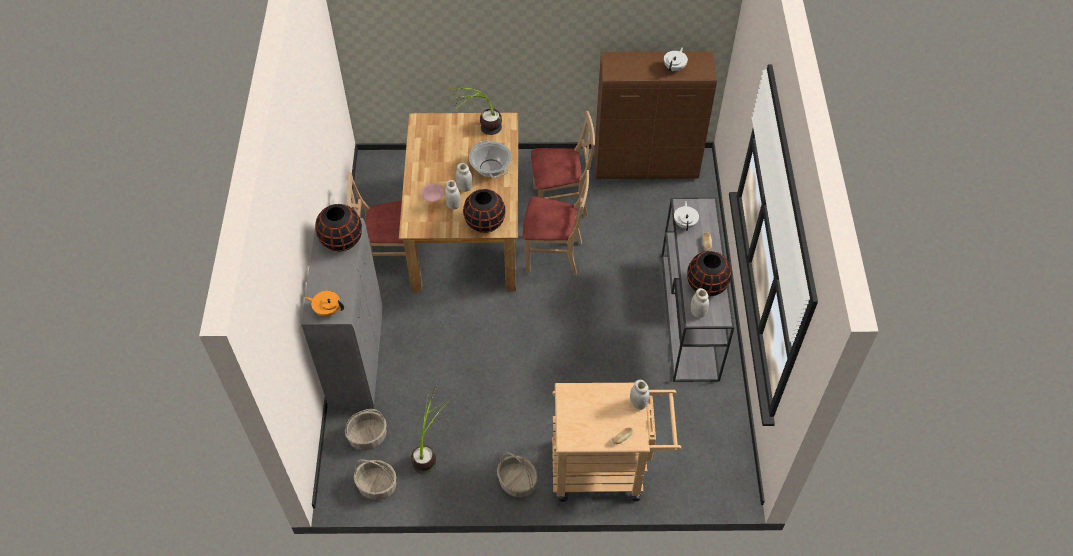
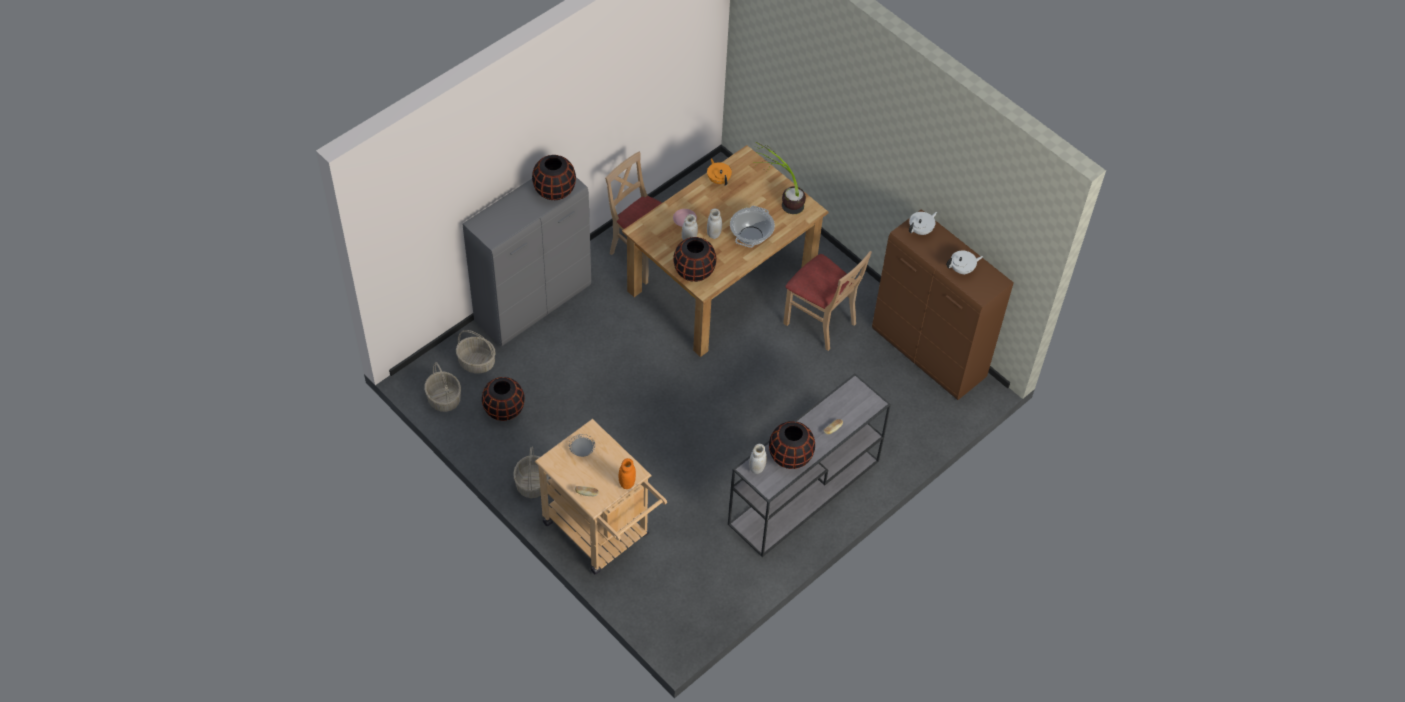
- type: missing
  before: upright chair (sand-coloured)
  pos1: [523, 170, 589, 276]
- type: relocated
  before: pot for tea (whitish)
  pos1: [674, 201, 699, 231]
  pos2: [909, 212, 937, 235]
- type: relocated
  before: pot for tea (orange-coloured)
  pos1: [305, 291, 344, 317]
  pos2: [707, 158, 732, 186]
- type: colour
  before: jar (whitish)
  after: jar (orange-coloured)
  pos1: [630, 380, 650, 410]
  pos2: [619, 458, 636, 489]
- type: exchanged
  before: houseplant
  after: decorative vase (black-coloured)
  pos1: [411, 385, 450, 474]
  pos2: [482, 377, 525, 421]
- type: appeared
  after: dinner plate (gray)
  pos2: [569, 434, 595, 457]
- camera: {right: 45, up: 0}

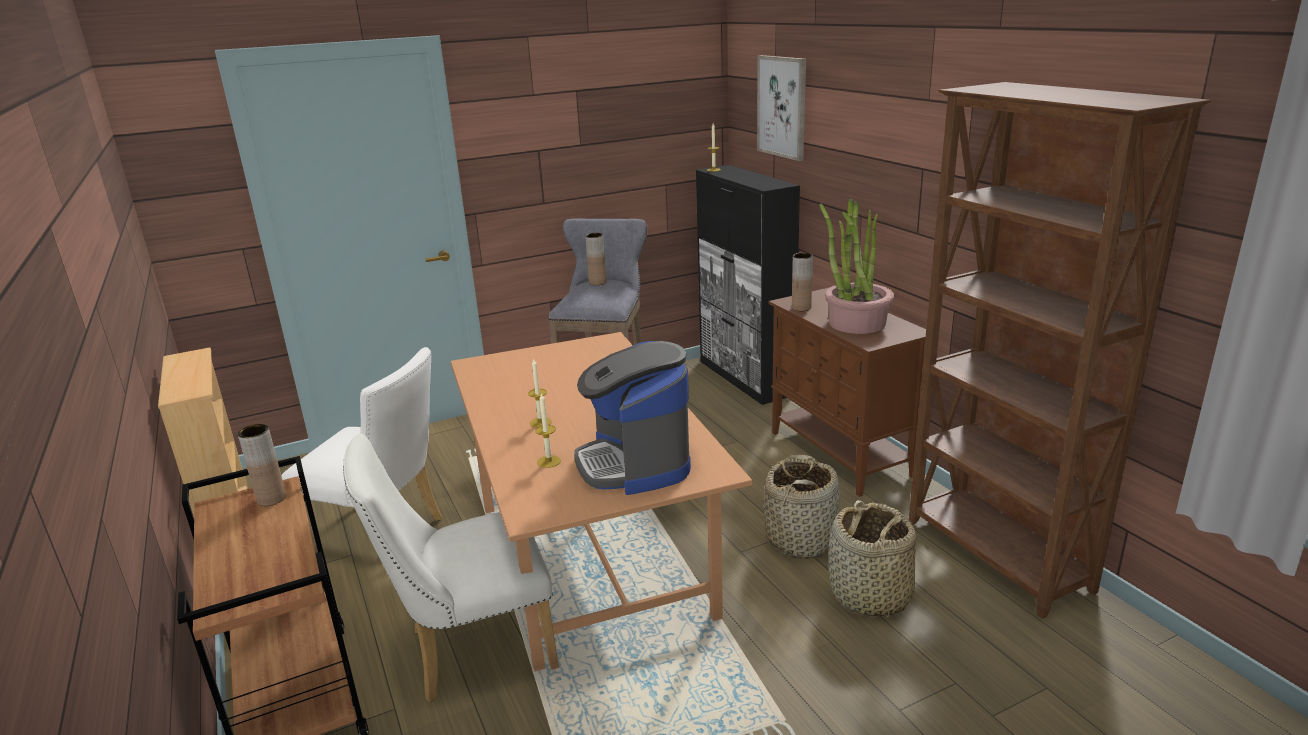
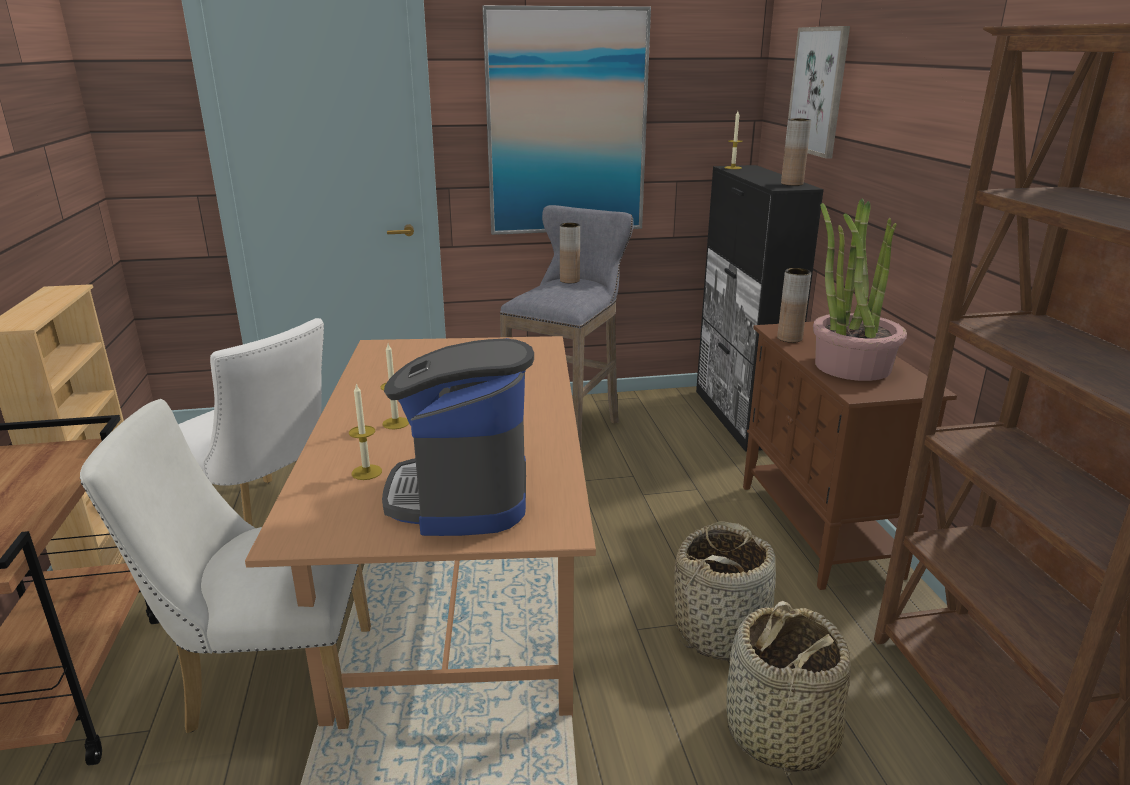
- type: relocated
  before: decorative vase (brownish)
  pos1: [238, 424, 286, 506]
  pos2: [781, 118, 811, 186]
- type: appeared
  after: wall art
  pos2: [482, 5, 651, 235]
- camera: {right: 15, up: 0}

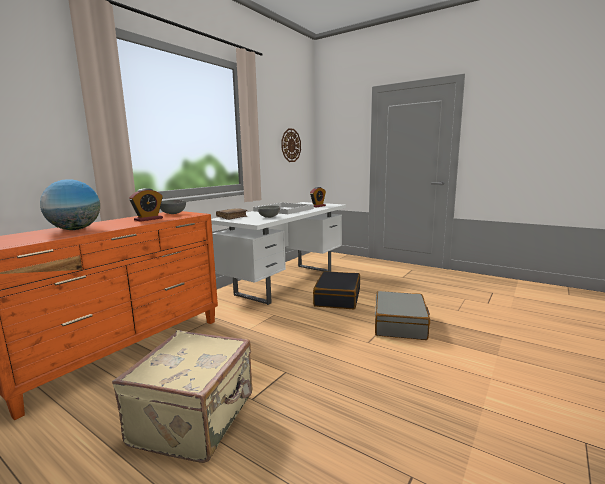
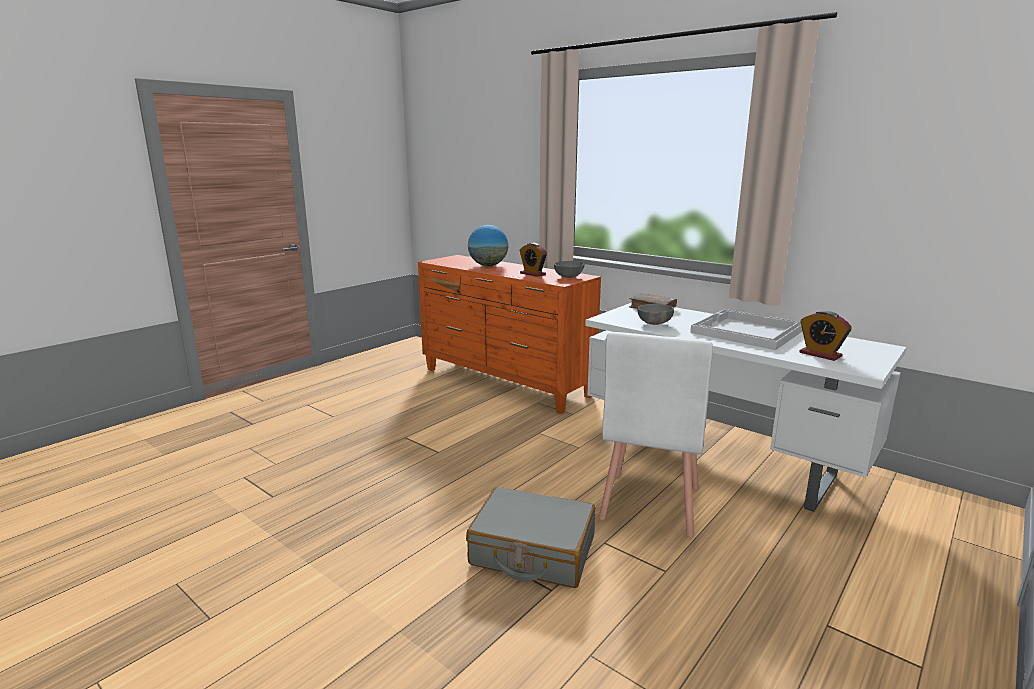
- type: missing
  before: wall clock
  pos1: [281, 128, 301, 162]
- type: exchanged
  before: suitcase (black-coloured)
  after: upright chair (whitish)
  pos1: [313, 271, 360, 309]
  pos2: [599, 332, 713, 537]
- type: missing
  before: suitcase (sand-coloured)
  pos1: [112, 330, 252, 463]
- camera: {right: 95, up: 5}

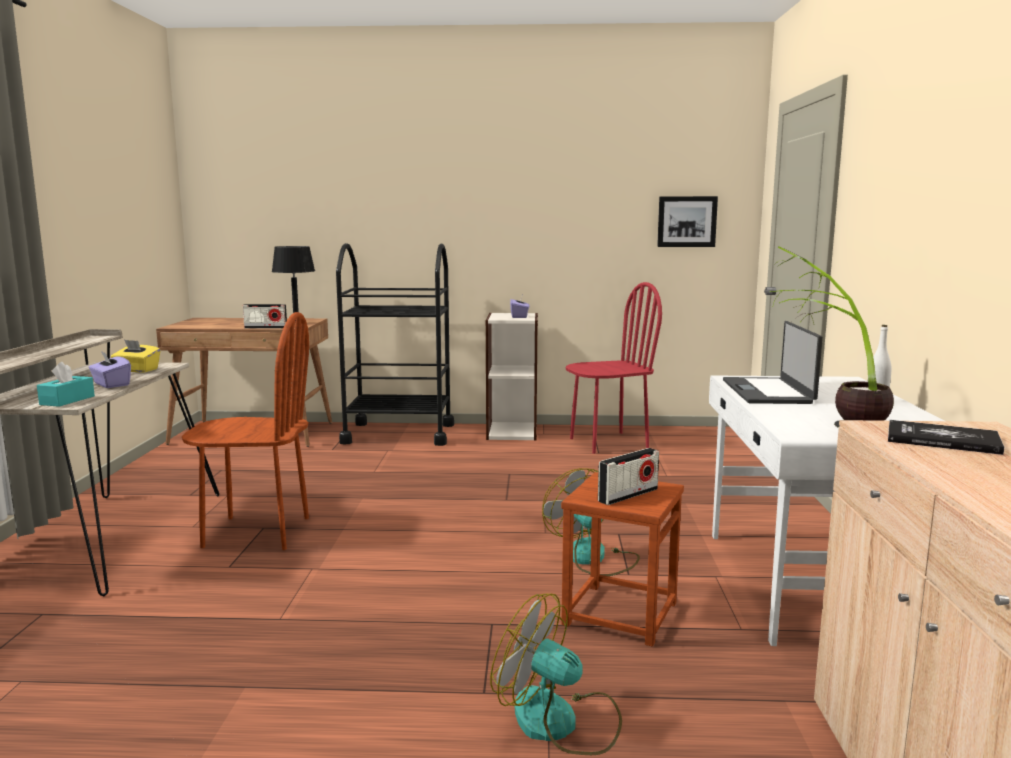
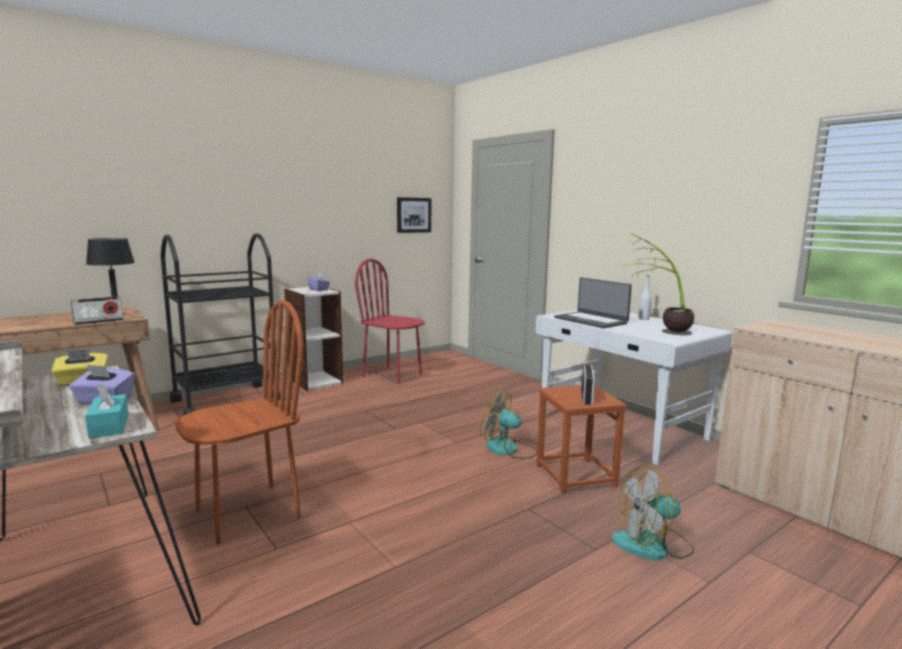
- type: spun
  before: upright chair (red-coloured)
  pos1: [566, 282, 662, 454]
  pos2: [355, 258, 425, 384]
  turn: -90
- type: missing
  before: bound book
  pos1: [888, 420, 1004, 455]
- camera: {right: -40, up: 0}

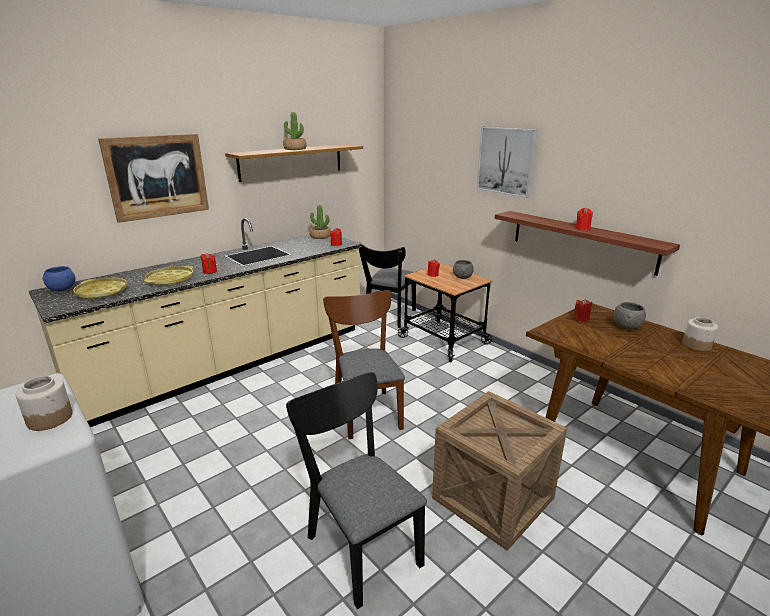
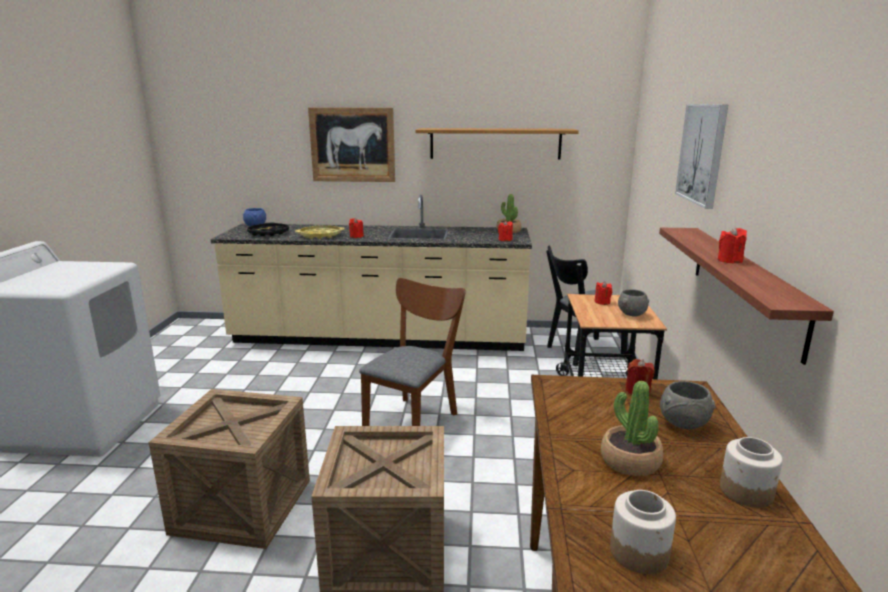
- type: relocated
  before: houseplant
  pos1: [283, 112, 307, 150]
  pos2: [601, 381, 663, 476]
- type: colour
  before: carrying tray (yellow-coloured)
  after: carrying tray (black-coloured)
  pos1: [73, 278, 128, 300]
  pos2: [247, 223, 289, 236]
- type: exchanged
  before: upright chair (black-coloured)
  after: crate
  pos1: [286, 372, 427, 609]
  pos2: [149, 389, 310, 549]
- type: relocated
  before: jar
  pos1: [15, 376, 73, 431]
  pos2: [610, 490, 676, 574]
- camera: {right: 45, up: -5}

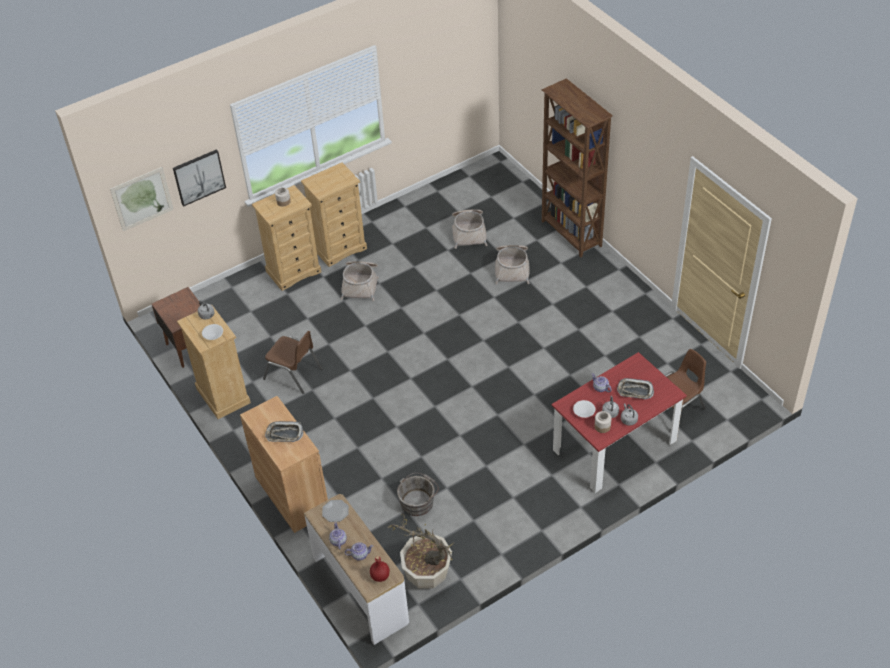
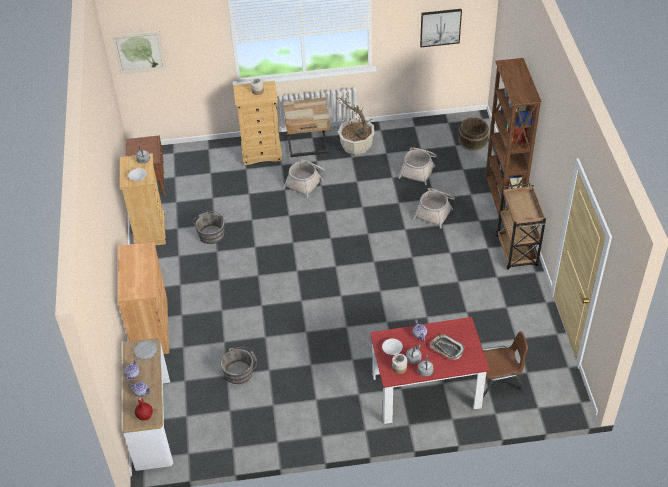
- type: relocated
  before: wall art
  pos1: [173, 149, 226, 207]
  pos2: [420, 9, 462, 47]
- type: exchanged
  before: dresser (sand-coloured)
  after: nightstand (sand-coloured)
  pos1: [301, 162, 367, 267]
  pos2: [283, 97, 330, 158]
- type: exchanged
  before: upright chair (brownish)
  after: pail (gray)
  pos1: [263, 331, 322, 394]
  pos2: [193, 211, 225, 244]
- type: missing
  before: carrying tray
  pos1: [265, 421, 304, 442]
- type: relocated
  before: houseplant
  pos1: [388, 511, 454, 589]
  pos2: [335, 90, 374, 156]
- type: appeared
  after: pail (brownish)
  pos2: [458, 117, 489, 151]
- type: appeared
  after: cart (brownish)
  pos2: [496, 183, 546, 270]
- camera: {right: 25, up: 0}

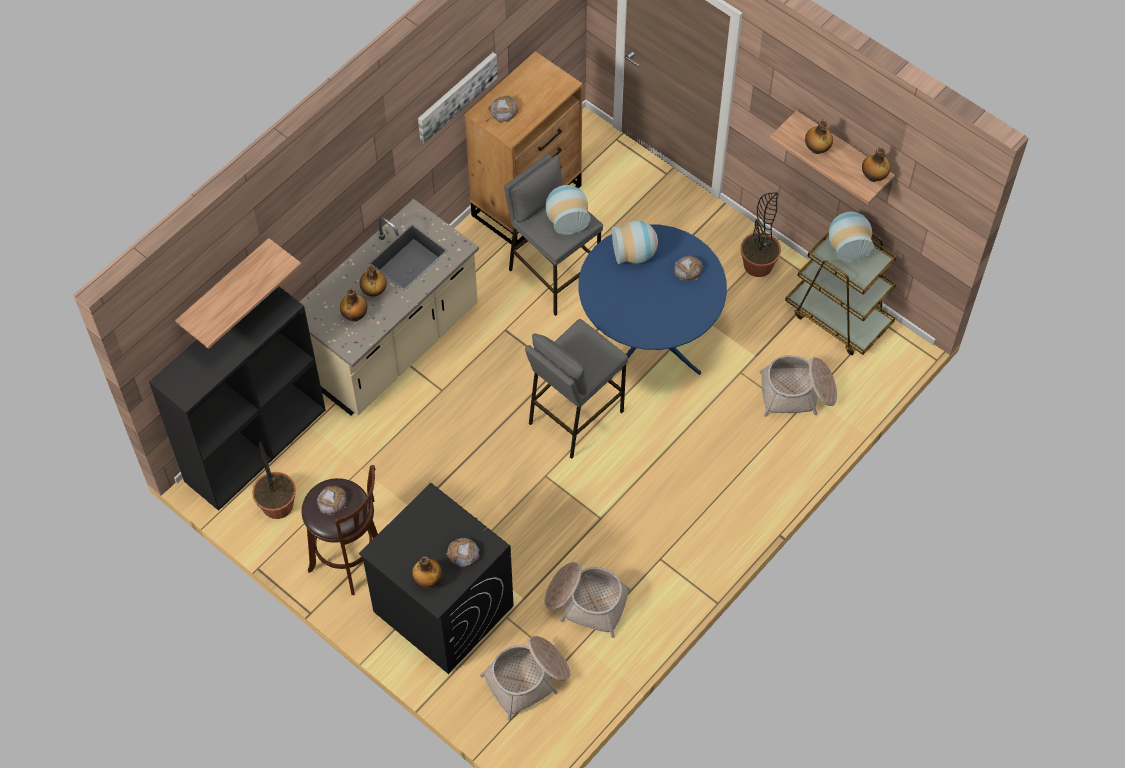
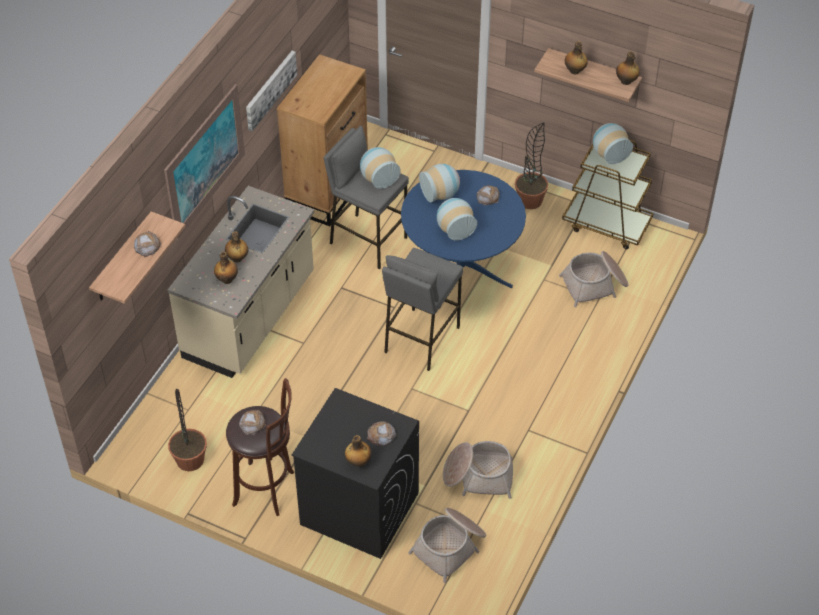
- type: relocated
  before: bakery bread
  pos1: [490, 95, 519, 122]
  pos2: [134, 231, 162, 257]
- type: missing
  before: bookshelf (black-coloured)
  pos1: [149, 286, 326, 511]
- type: appeared
  after: wall art
  pos2: [164, 84, 245, 240]
- type: appeared
  after: decorative vase
  pos2: [437, 198, 477, 240]
- camera: {right: -15, up: -10}

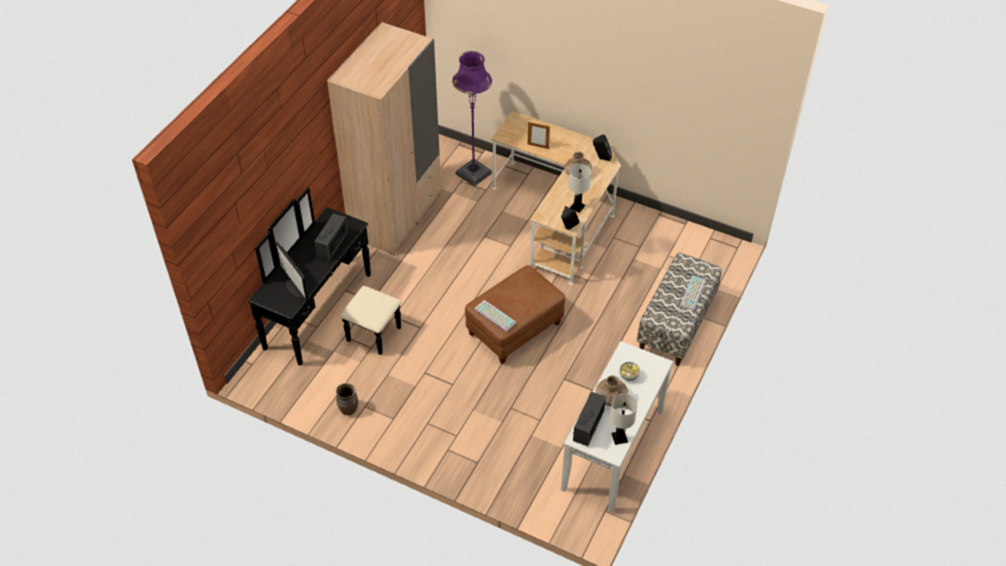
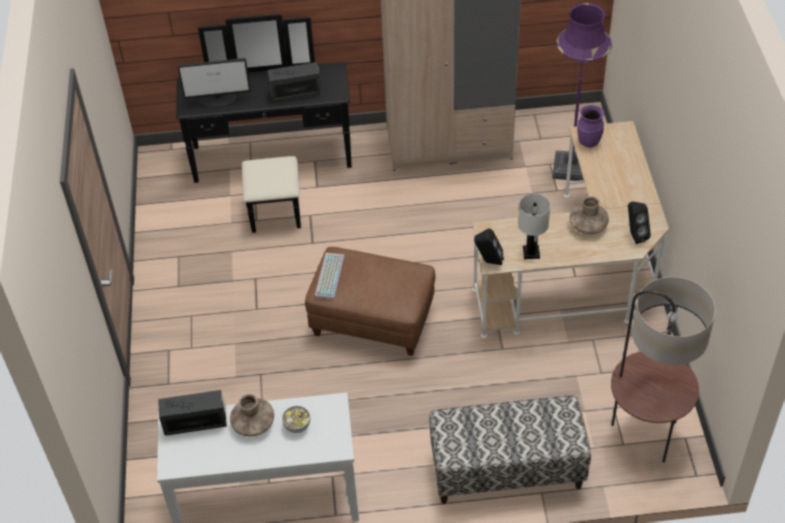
- type: missing
  before: photo frame
  pos1: [528, 122, 550, 149]
- type: spun
  before: computer display
  pos1: [275, 242, 309, 302]
  pos2: [178, 58, 251, 107]
  turn: -120
- type: missing
  before: keyboard
  pos1: [680, 276, 706, 311]
- type: missing
  before: decorative vase (brownish)
  pos1: [336, 383, 358, 415]
- type: missing
  before: tabletop lamp (whitish)
  pos1: [610, 394, 638, 445]
- type: appeared
  after: decorative vase (purple-coloured)
  pos2: [577, 105, 604, 147]
- type: appeared
  after: floor lamp
  pos2: [611, 277, 716, 462]
- camera: {right: 60, up: 0}

